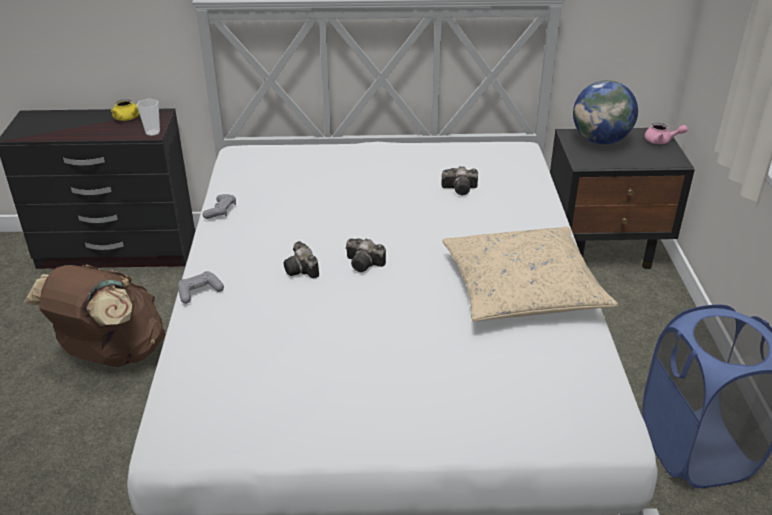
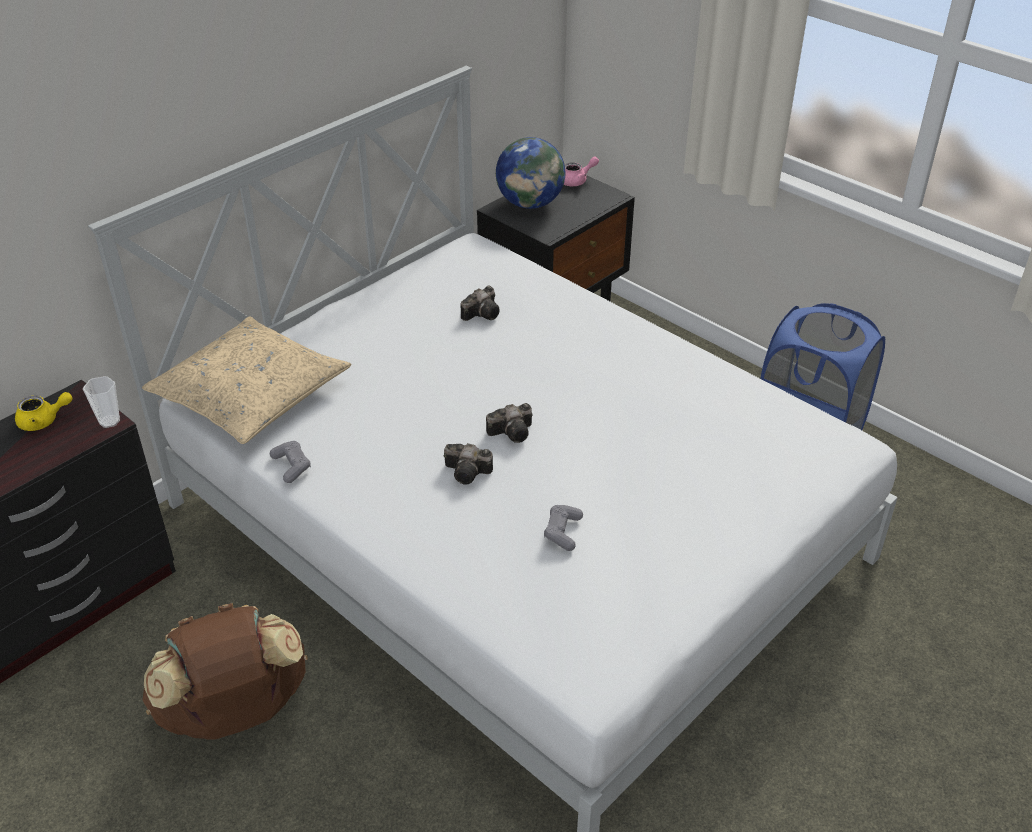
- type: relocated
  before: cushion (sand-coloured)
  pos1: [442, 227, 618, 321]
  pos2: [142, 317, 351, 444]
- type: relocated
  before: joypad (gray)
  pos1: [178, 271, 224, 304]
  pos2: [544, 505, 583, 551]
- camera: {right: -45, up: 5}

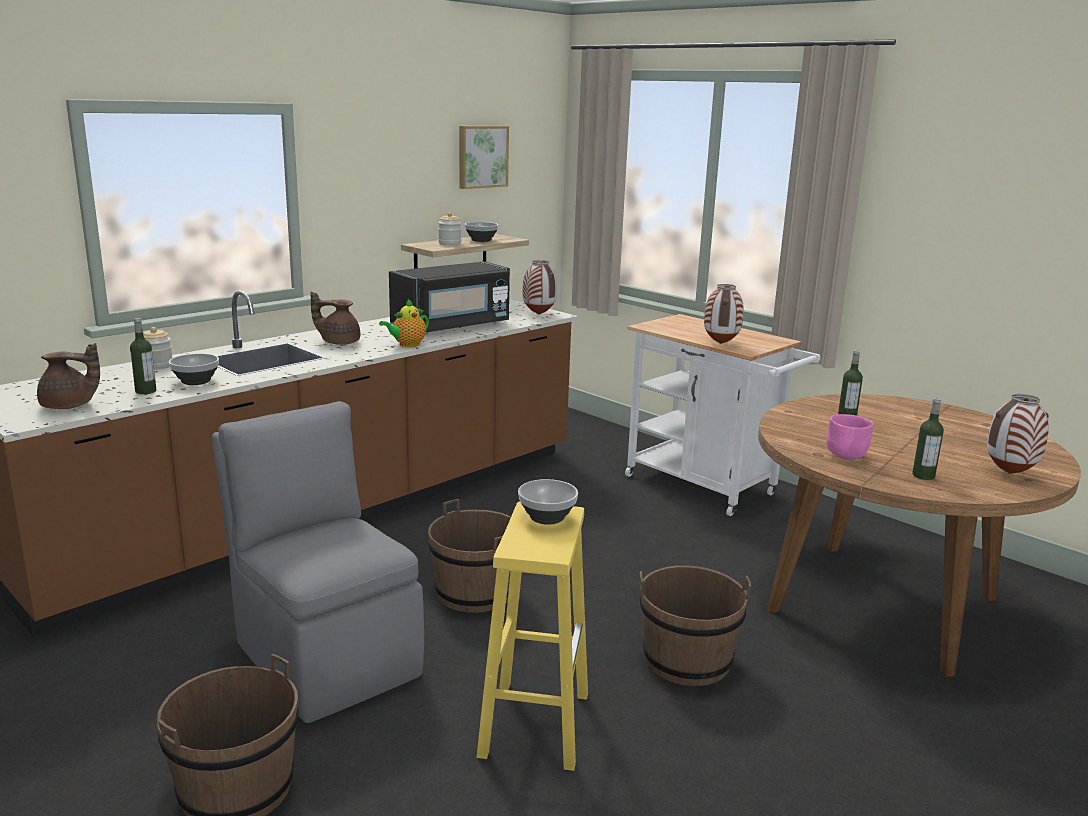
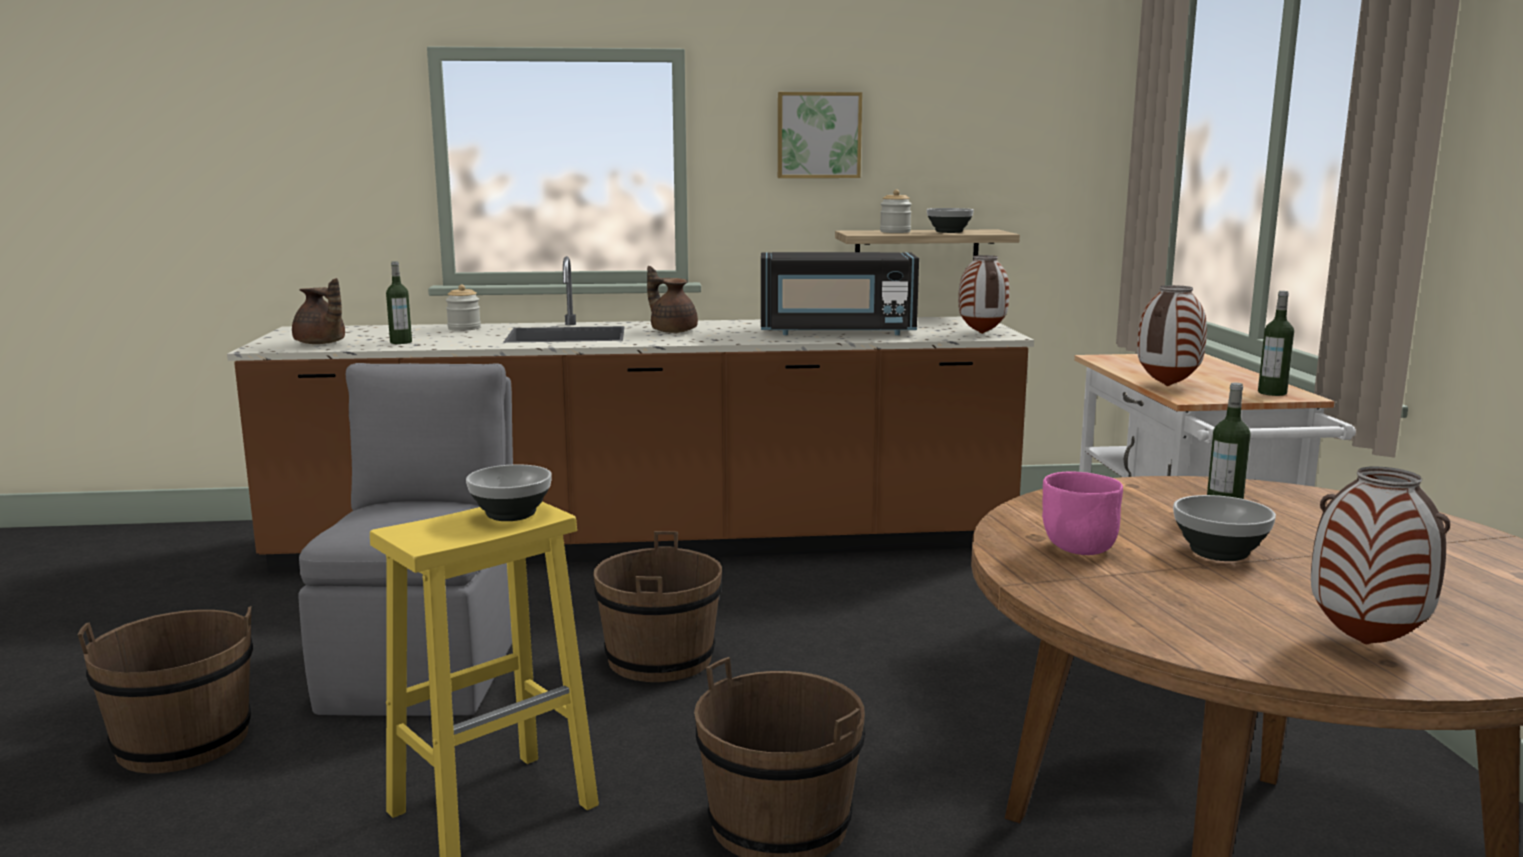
- type: relocated
  before: wall art
  pos1: [459, 126, 509, 189]
  pos2: [778, 92, 862, 178]
- type: missing
  before: pot for tea
  pos1: [379, 299, 429, 347]
- type: relocated
  before: deep dish
  pos1: [169, 353, 219, 385]
  pos2: [1173, 495, 1276, 561]
- type: relocated
  before: drink bottle
  pos1: [912, 398, 944, 480]
  pos2: [1258, 291, 1294, 396]
- camera: {right: 40, up: -5}

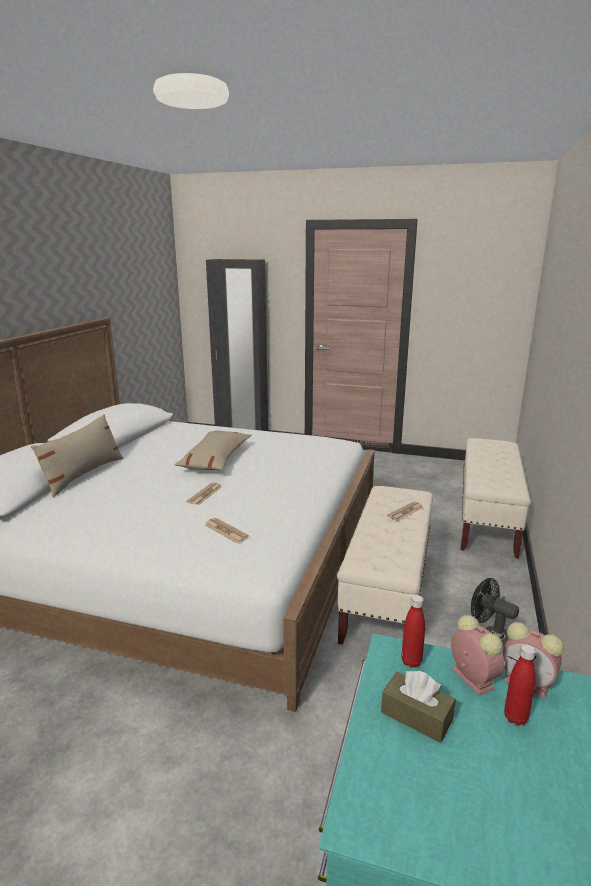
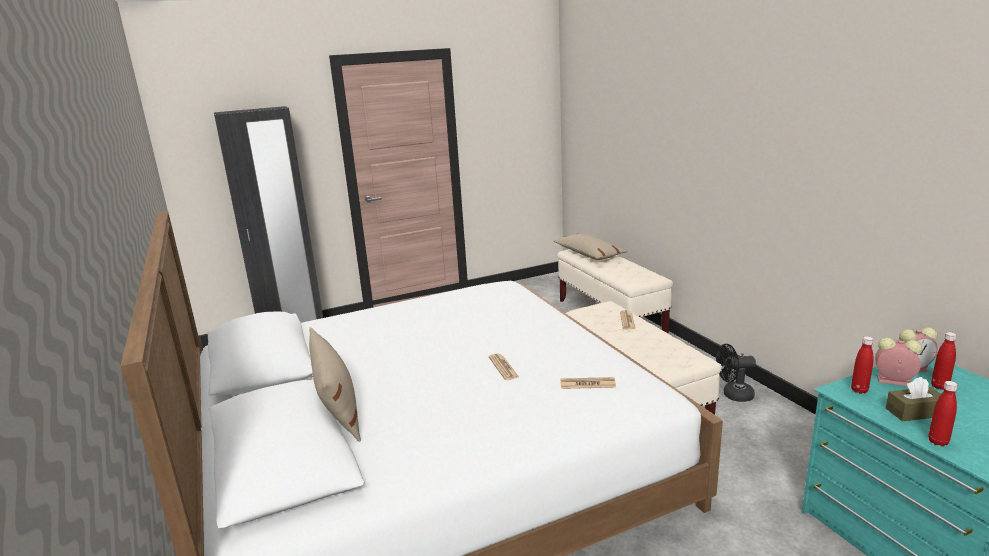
- type: relocated
  before: cushion (sand-coloured)
  pos1: [174, 431, 251, 470]
  pos2: [553, 234, 628, 260]
- type: appeared
  after: drink bottle (red-coloured)
  pos2: [928, 381, 958, 446]
- camera: {right: -40, up: 0}

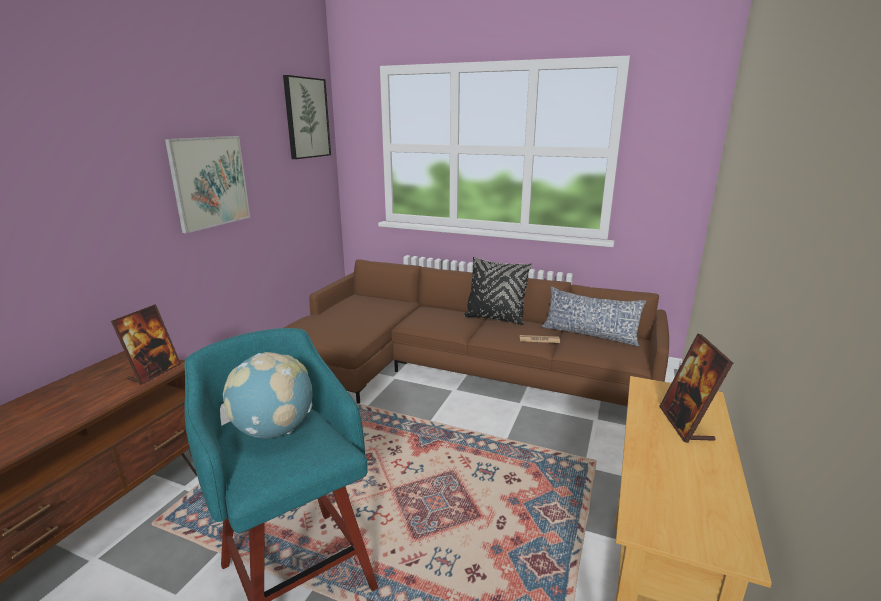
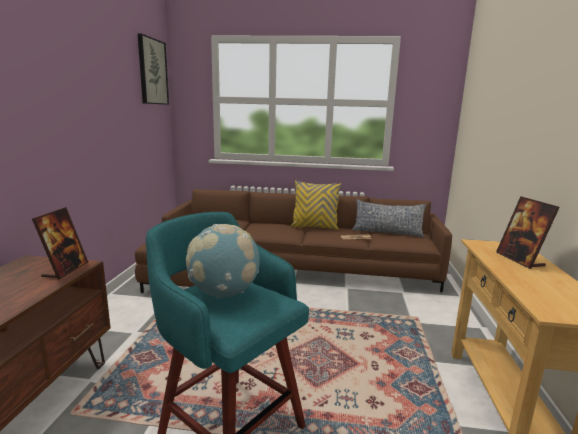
- type: missing
  before: wall art
  pos1: [165, 136, 250, 233]
- type: colour
  before: cushion (black-coloured)
  after: cushion (yellow-coloured)
  pos1: [464, 256, 532, 325]
  pos2: [291, 180, 341, 230]
- camera: {right: -15, up: -5}

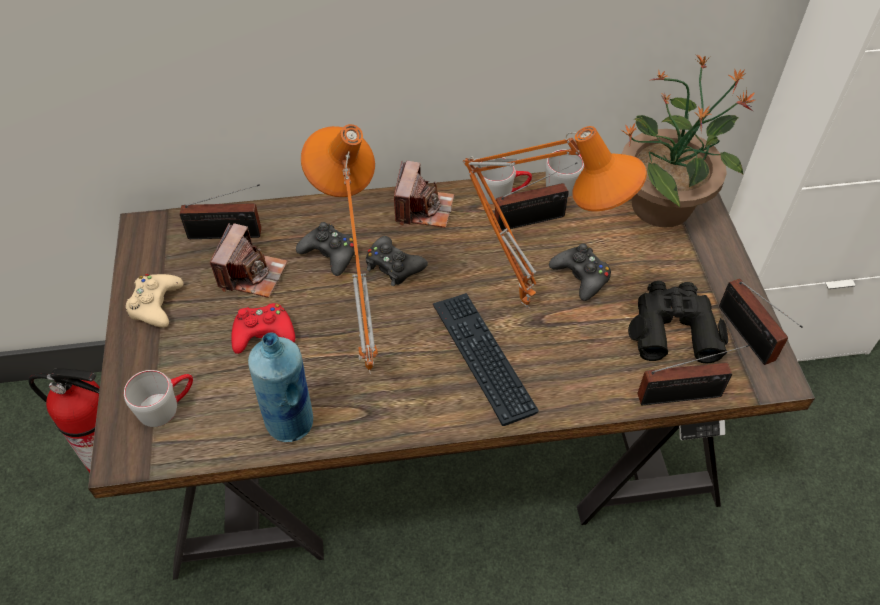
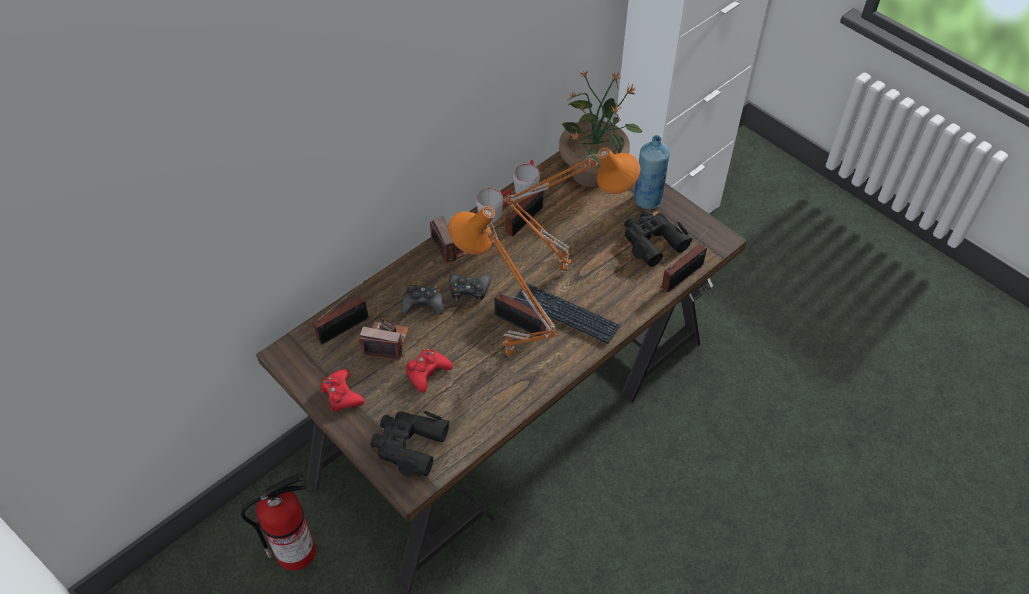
- type: spun
  before: photo camera
  pos1: [210, 223, 288, 298]
  pos2: [359, 318, 409, 360]
  turn: -60
- type: missing
  before: joypad (black-coloured)
  pos1: [549, 243, 611, 301]
- type: colour
  before: joypad (sand-coloured)
  after: joypad (red-coloured)
  pos1: [126, 274, 183, 328]
  pos2: [321, 369, 365, 411]
- type: relocated
  before: radio set
  pos1: [719, 279, 803, 365]
  pos2: [494, 292, 552, 336]
- type: relocated
  before: drink bottle (bluish)
  pos1: [248, 332, 313, 442]
  pos2: [634, 135, 670, 209]
- type: exchanged
  before: tea mug (gray)
  after: pair of binoculars (black-coloured)
  pos1: [124, 370, 193, 427]
  pos2: [370, 411, 449, 477]
- camera: {right: -35, up: 0}

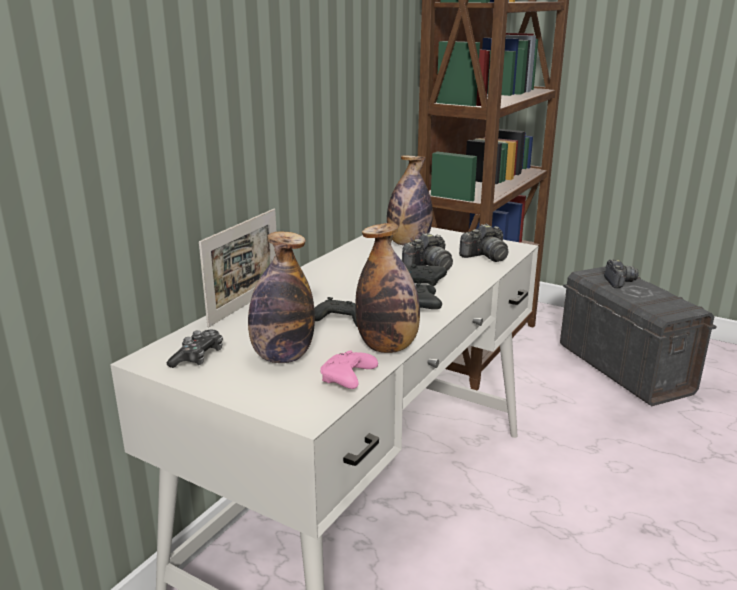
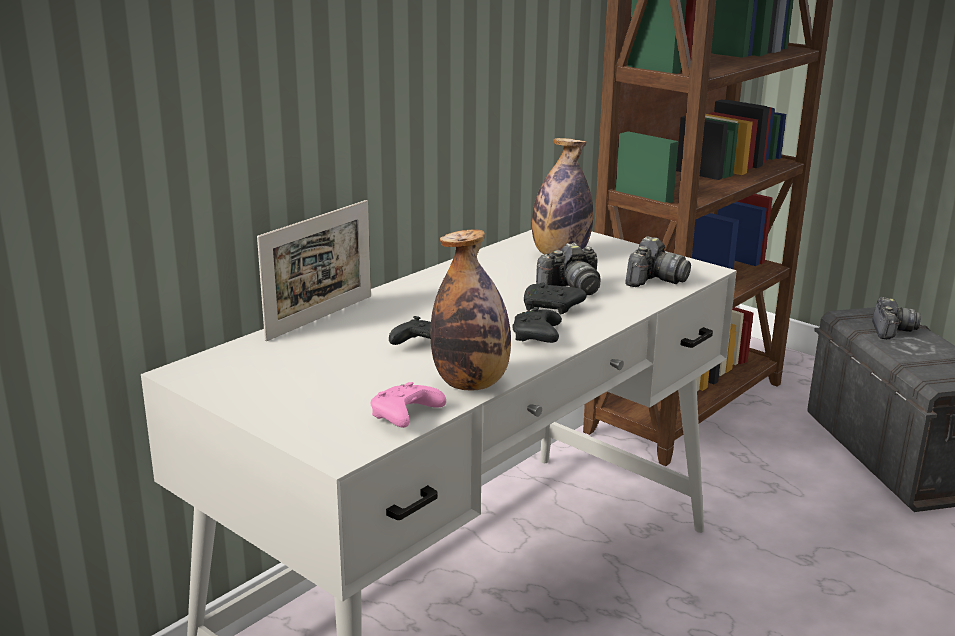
- type: spun
  before: photo camera
  pos1: [459, 224, 508, 262]
  pos2: [625, 236, 691, 287]
  turn: -45
- type: missing
  before: drink bottle
  pos1: [248, 231, 315, 363]
- type: missing
  before: joypad
  pos1: [166, 330, 223, 368]
- camera: {right: 10, up: 0}

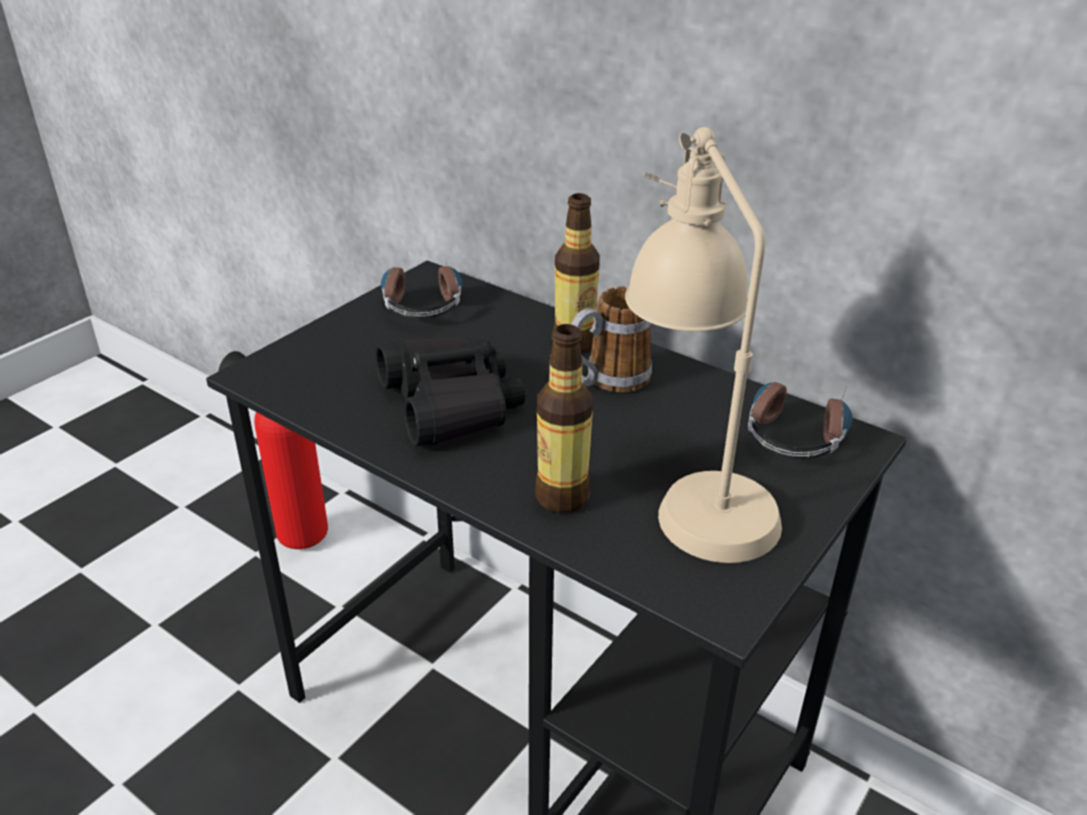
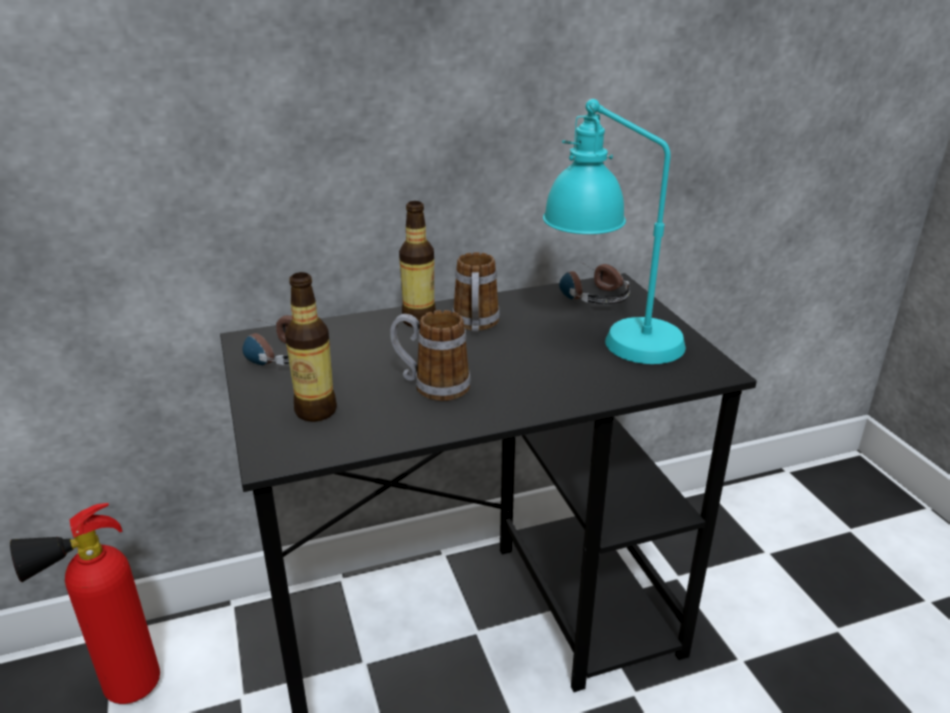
- type: colour
  before: tabletop lamp (sand-coloured)
  after: tabletop lamp (turquoise-coloured)
  pos1: [625, 127, 782, 563]
  pos2: [543, 99, 686, 364]
- type: relocated
  before: drink bottle
  pos1: [535, 324, 593, 513]
  pos2: [285, 272, 337, 422]
- type: exchanged
  before: pair of binoculars (black-coloured)
  after: tea mug
  pos1: [375, 337, 525, 446]
  pos2: [390, 310, 471, 401]
- camera: {right: -55, up: -5}

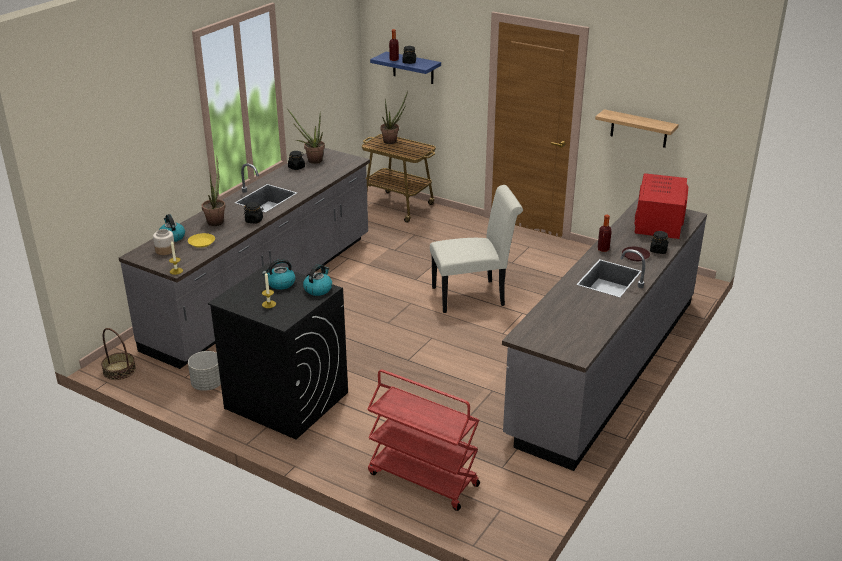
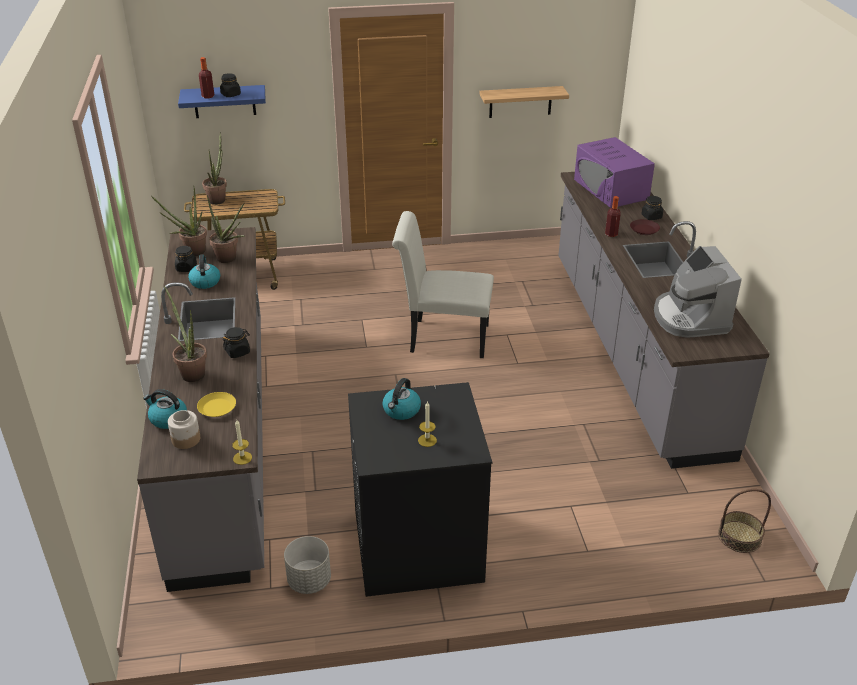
- type: colour
  before: kitchen microwave (red-coloured)
  after: kitchen microwave (purple-coloured)
  pos1: [635, 173, 689, 239]
  pos2: [574, 137, 655, 208]
- type: spun
  before: upright chair (whitish)
  pos1: [430, 185, 523, 313]
  pos2: [392, 211, 494, 358]
  turn: -120
- type: relocated
  before: water kettle
  pos1: [303, 264, 332, 296]
  pos2: [188, 254, 220, 289]
- type: relocated
  before: basket
  pos1: [101, 328, 136, 380]
  pos2: [718, 489, 771, 553]
- type: missing
  before: cart (red-coloured)
  pos1: [368, 369, 480, 511]
- type: appeared
  after: houseplant
  pos2: [207, 195, 245, 263]
- type: appeared
  after: coffee machine
  pos2: [654, 246, 742, 338]
- camera: {right: -40, up: 5}

